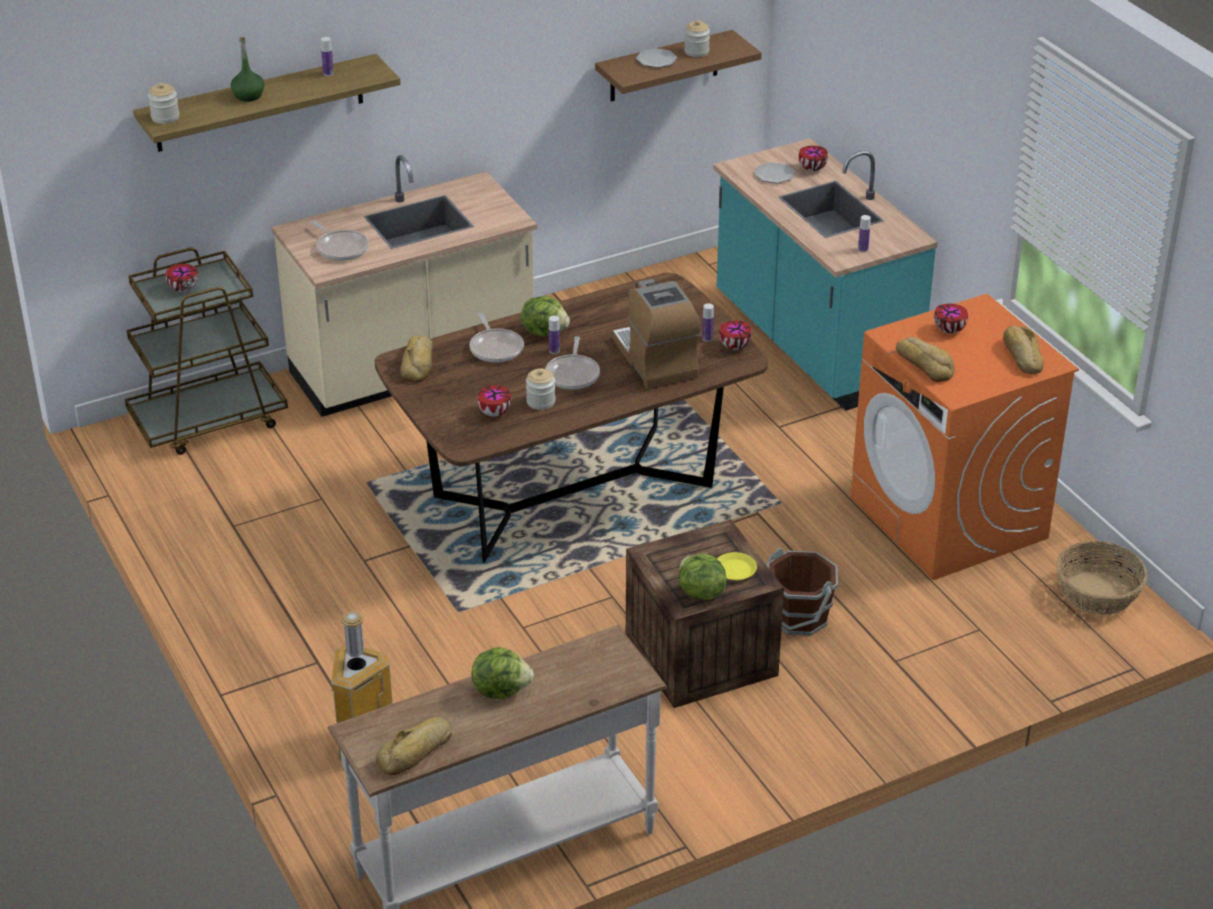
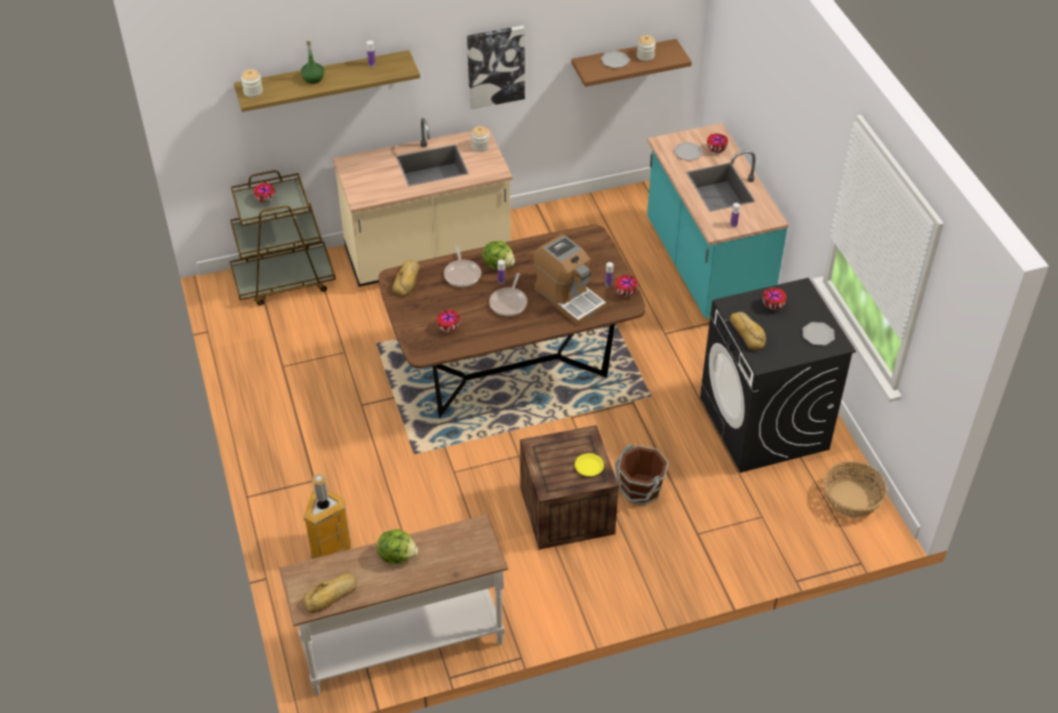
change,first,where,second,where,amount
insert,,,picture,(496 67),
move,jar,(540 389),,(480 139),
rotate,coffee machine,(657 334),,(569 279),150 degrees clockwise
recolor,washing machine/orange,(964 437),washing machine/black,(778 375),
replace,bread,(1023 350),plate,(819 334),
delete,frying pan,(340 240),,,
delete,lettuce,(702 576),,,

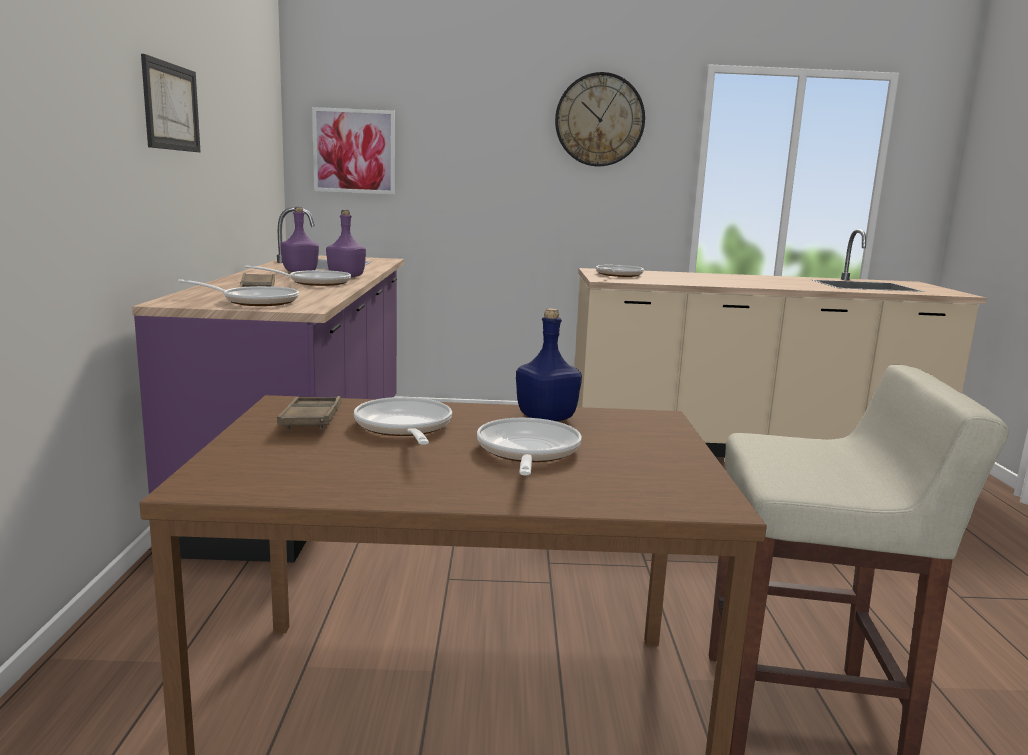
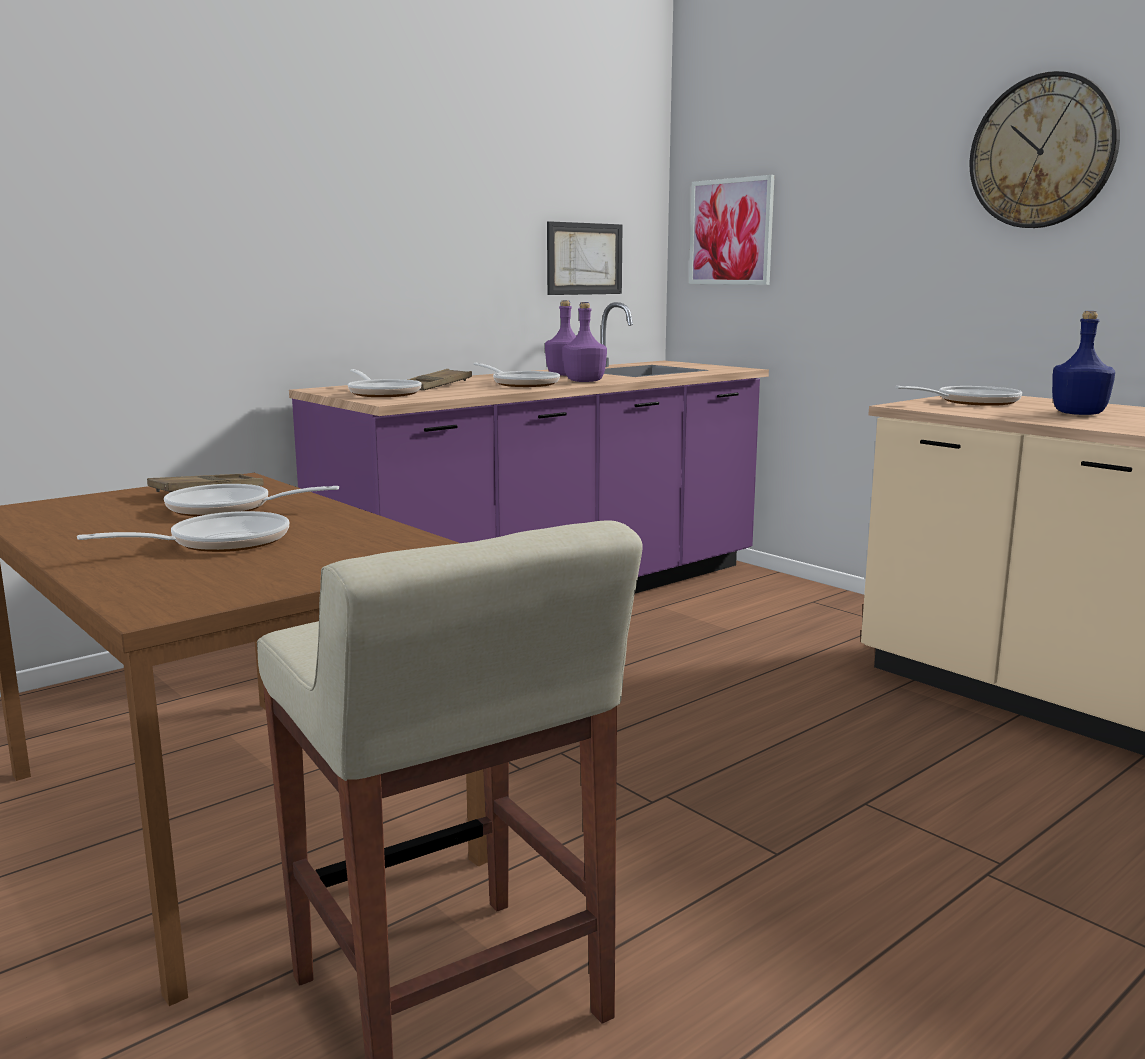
change,first,where,second,where,amount
rotate,frying pan,(403 421),,(251 500),120 degrees counterclockwise
move,picture,(170 103),,(584 258),
move,bottle/blue,(549 364),,(1083 363),

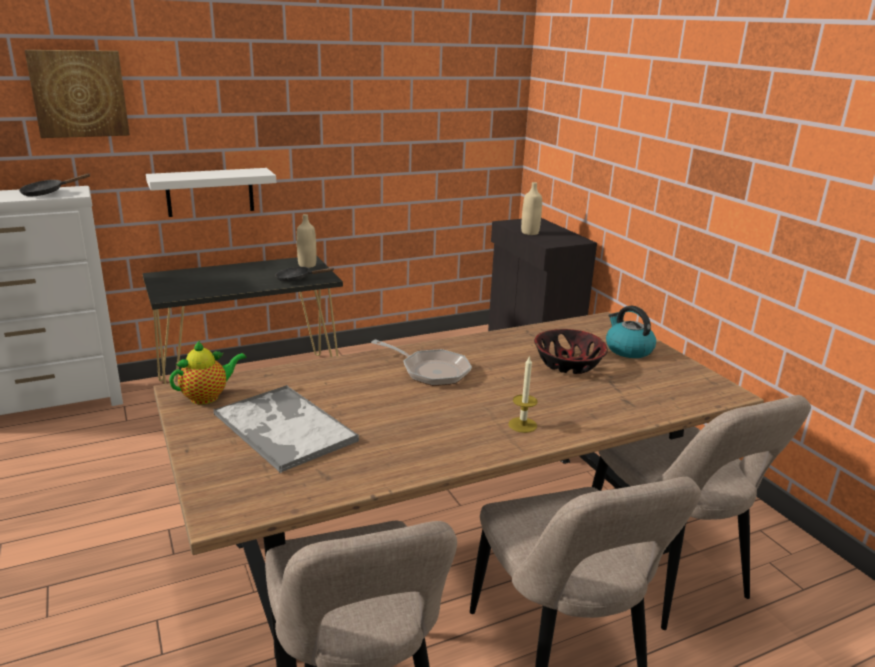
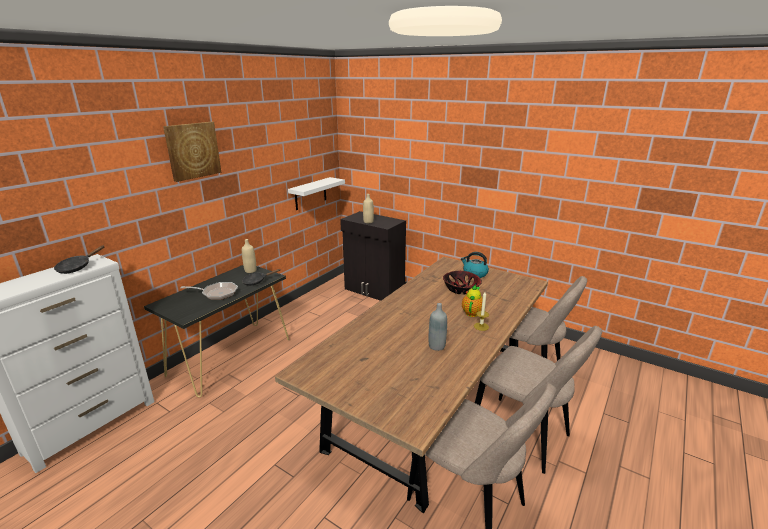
change,first,where,second,where,amount
move,picture,(77 94),,(192 152),
move,frying pan,(421 363),,(209 291),
move,shelf/white,(211 192),,(316 193),
insert,,,bottle/grey,(438 327),
move,teapot,(208 373),,(472 301),
delete,tray,(286 429),,,

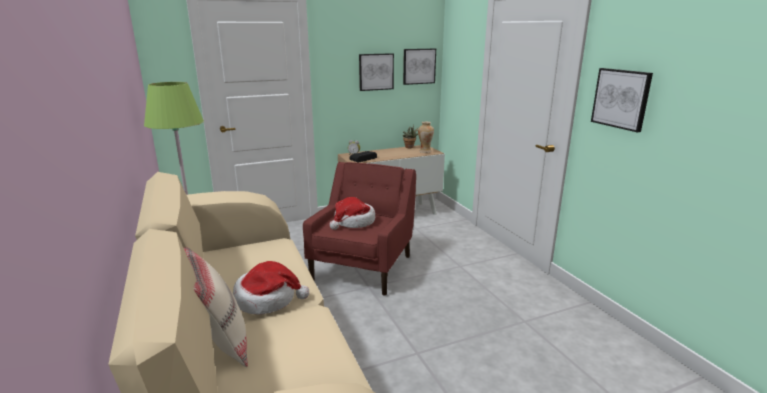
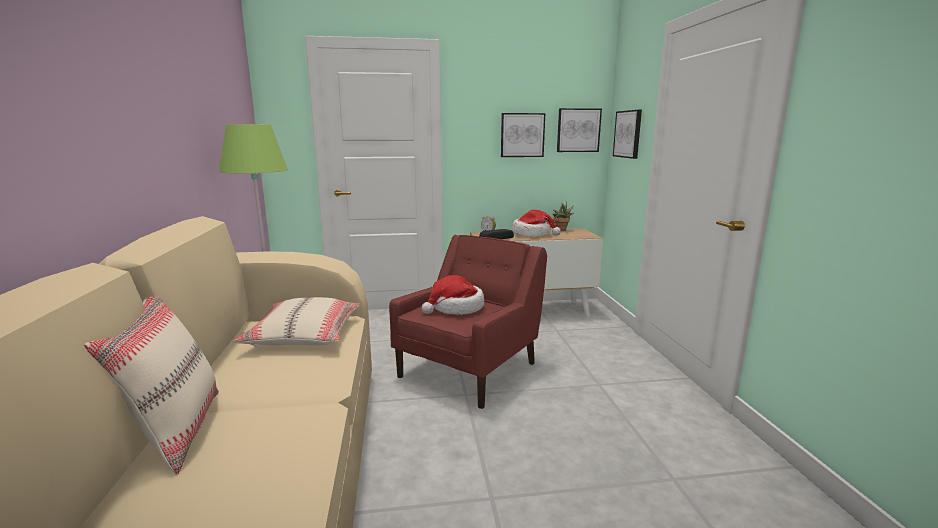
change,first,where,second,where,amount
insert,,,pillow/beige,(297 322),
move,hat,(271 288),,(536 223),
move,picture,(622 100),,(627 134),
delete,vase,(426 137),,,

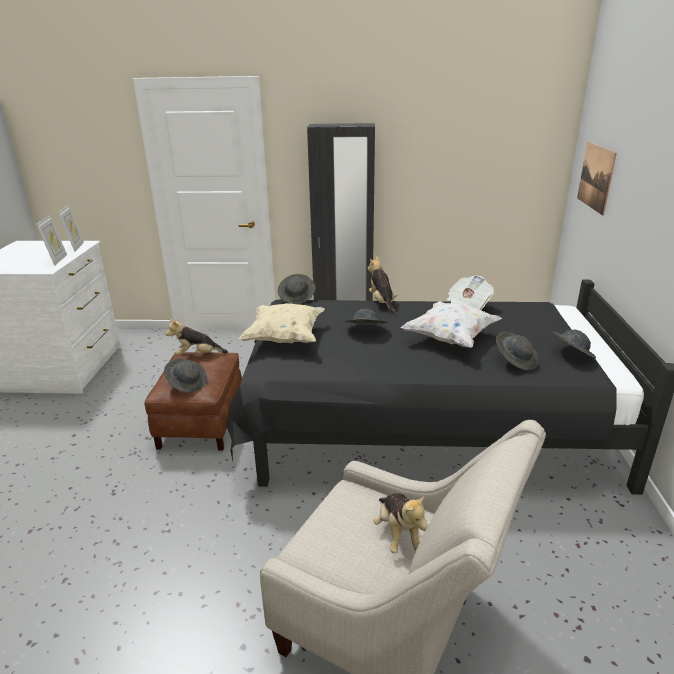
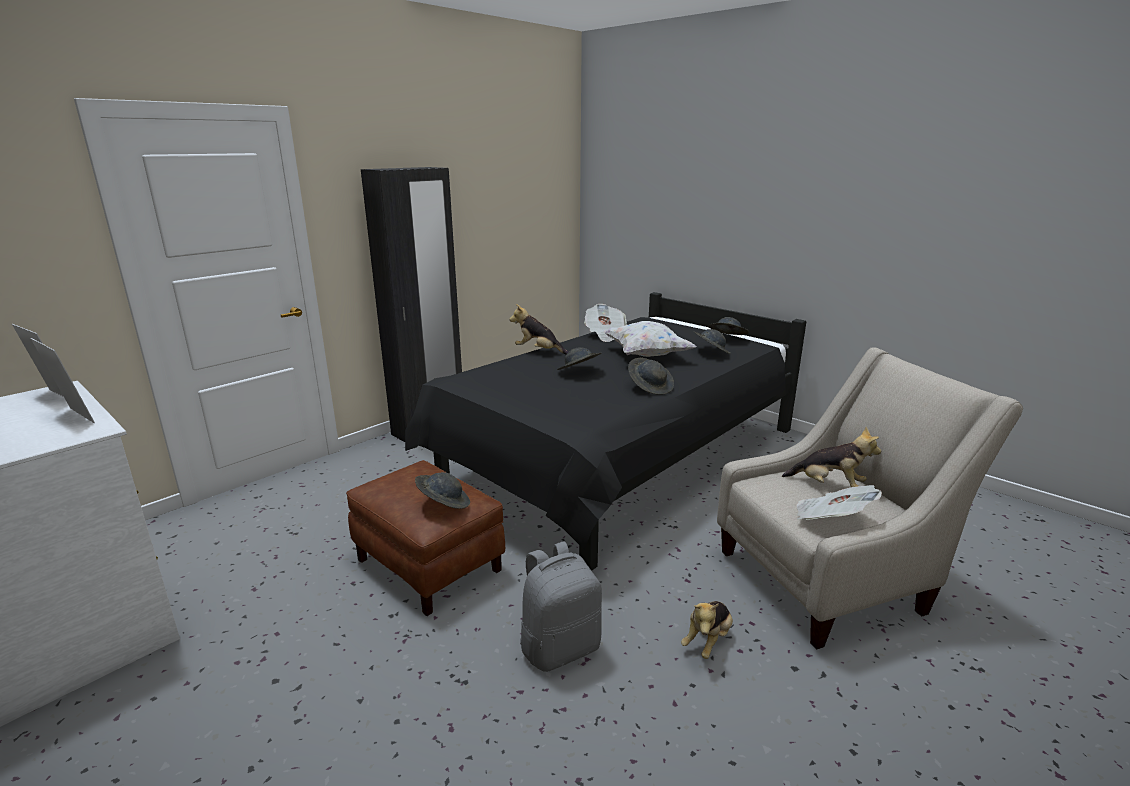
change,first,where,second,where,amount
insert,,,backpack/grey,(561 606),
move,hat/grey,(296 289),,(651 376),
move,plush toy,(197 337),,(707 630),
insert,,,newspaper,(839 502),
delete,pillow/beige,(281 323),,,
delete,picture,(597 179),,,

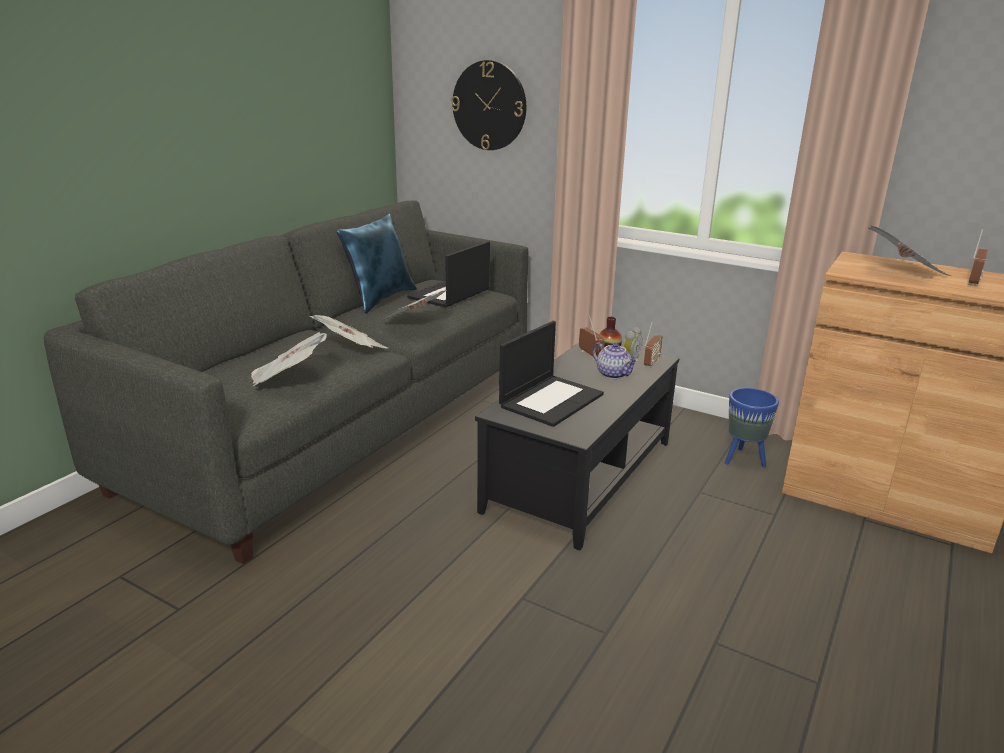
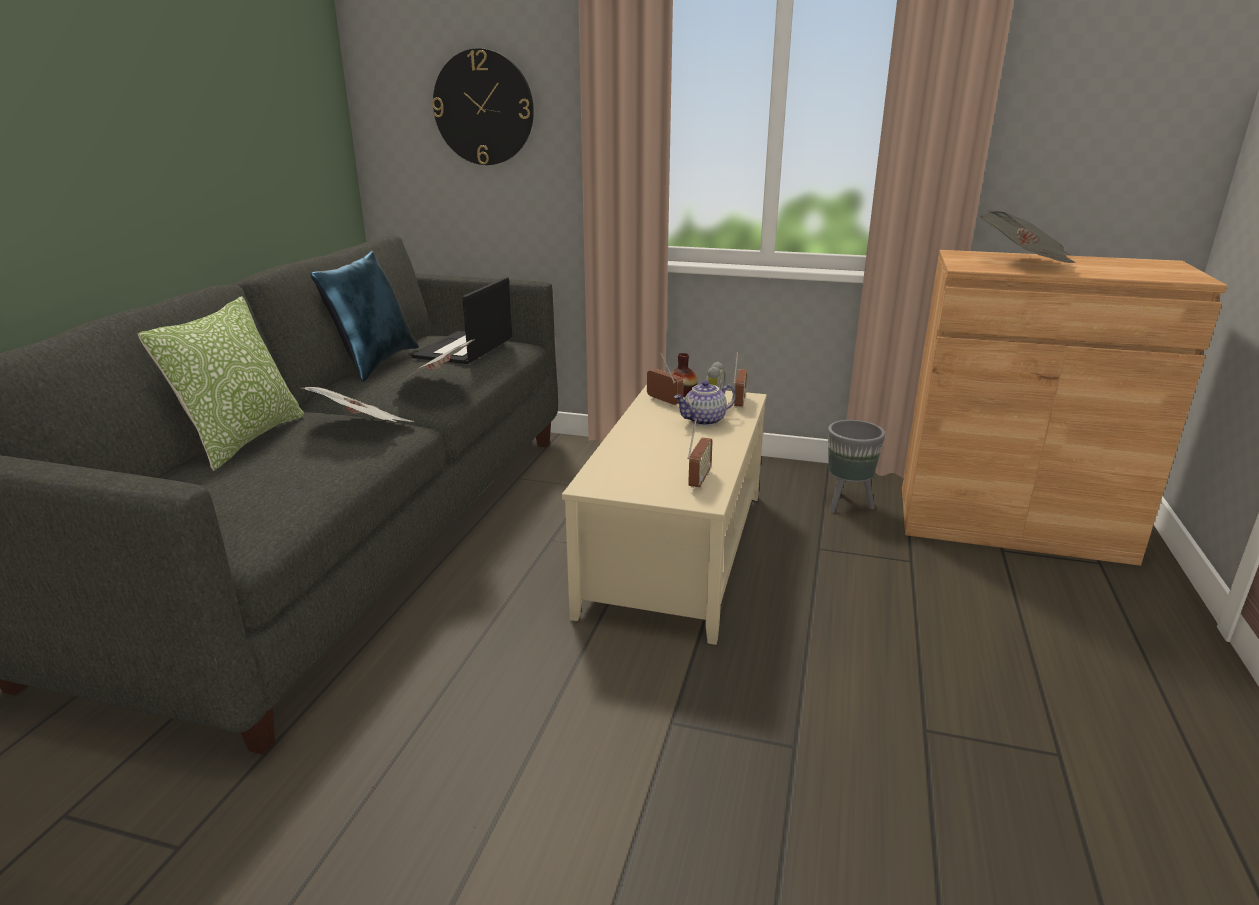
change,first,where,second,where,amount
insert,,,pillow,(221 383),
recolor,coffee table/black,(577 447),coffee table/beige,(664 514),
rotate,teapot,(615 361),,(705 403),120 degrees clockwise
move,radio,(978 257),,(700 454),
recolor,planter/blue,(752 427),planter/grey,(856 466),
delete,newspaper,(289 359),,,
delete,laptop,(551 374),,,

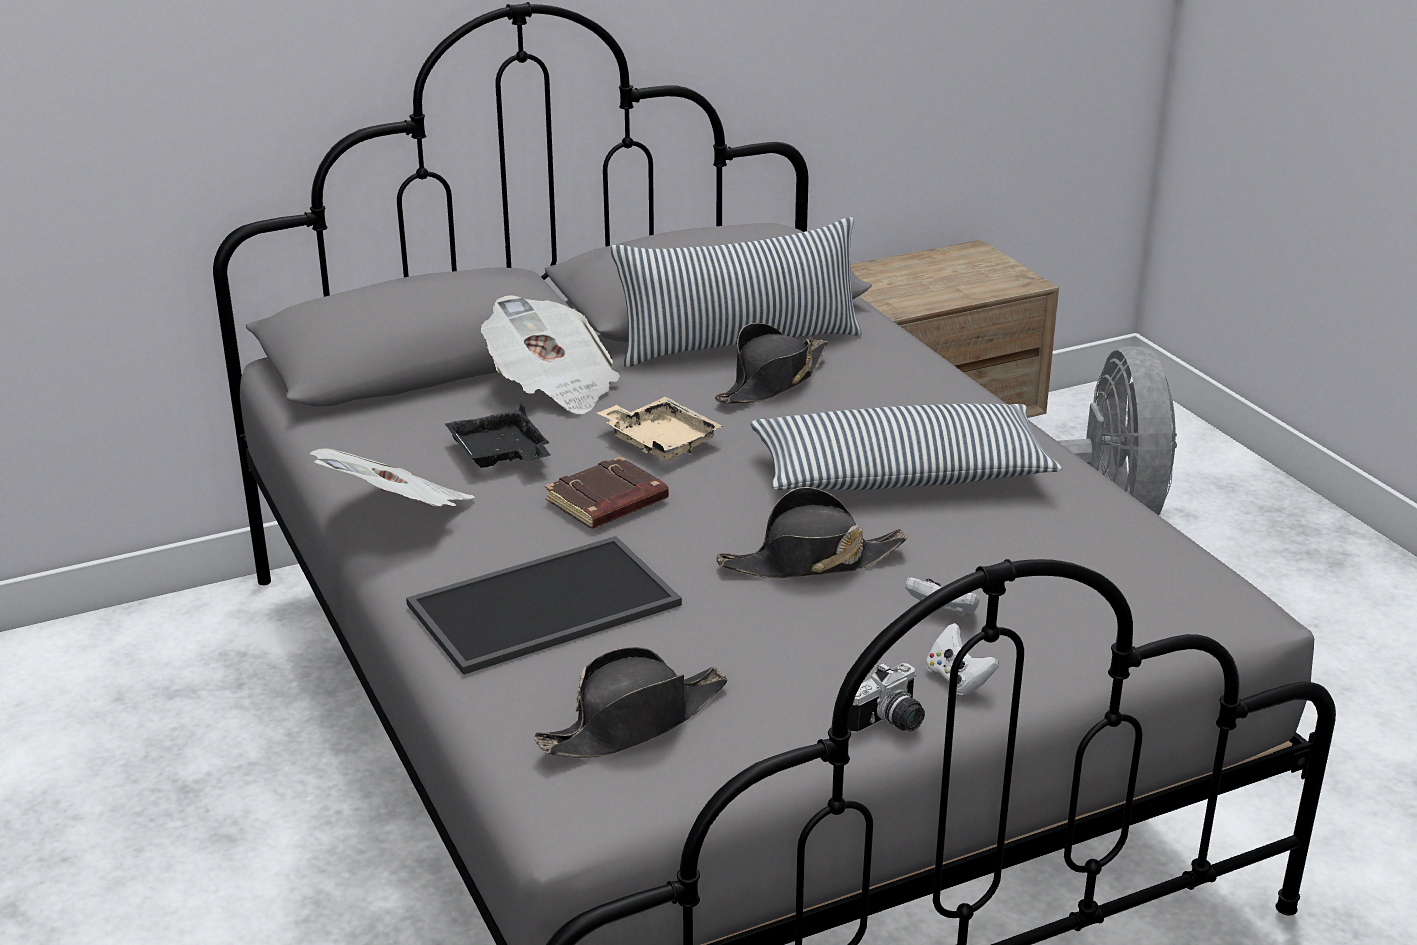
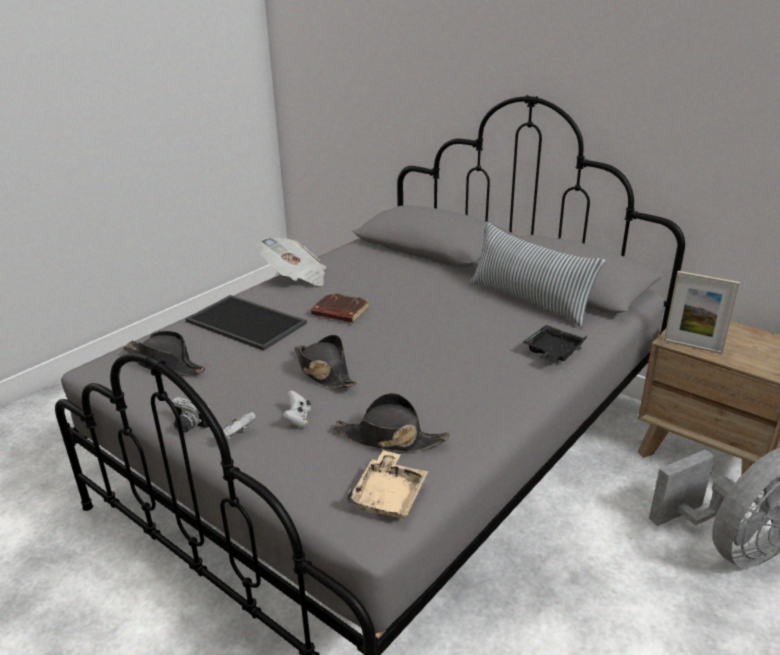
change,first,where,second,where,amount
move,hat/black,(771 363),,(391 422),
move,tray/beige,(660 429),,(387 484),
move,tray/black,(497 435),,(554 343),
insert,,,picture frame,(702 312),
delete,newspaper,(550 354),,,
delete,pillow,(906 447),,,

